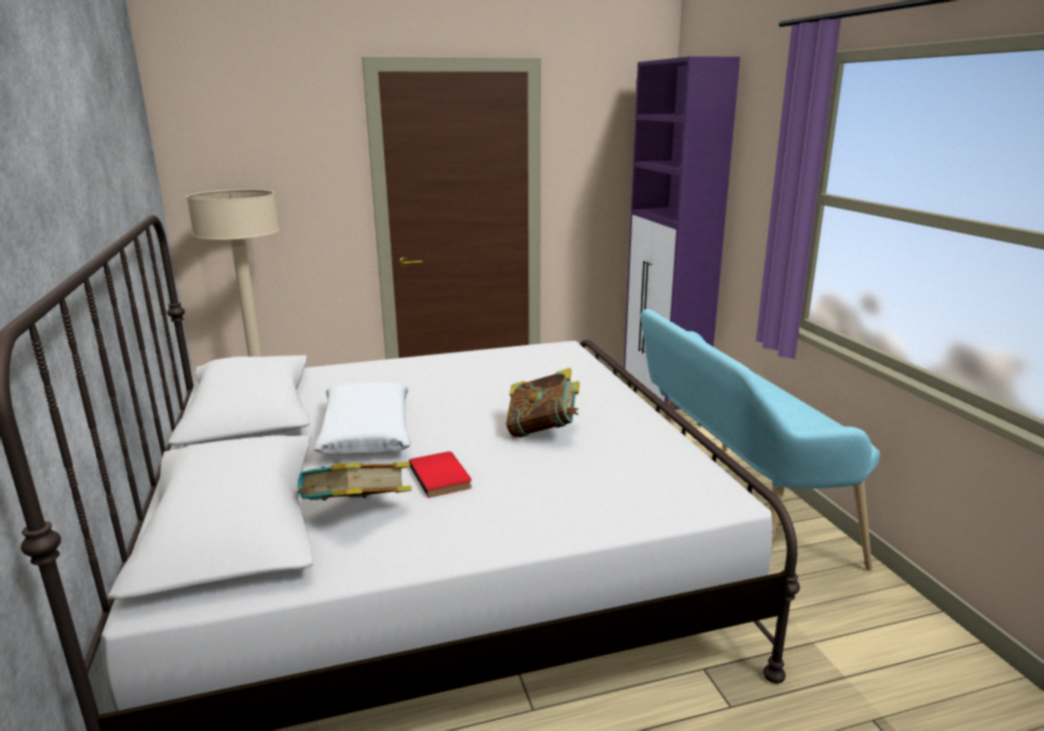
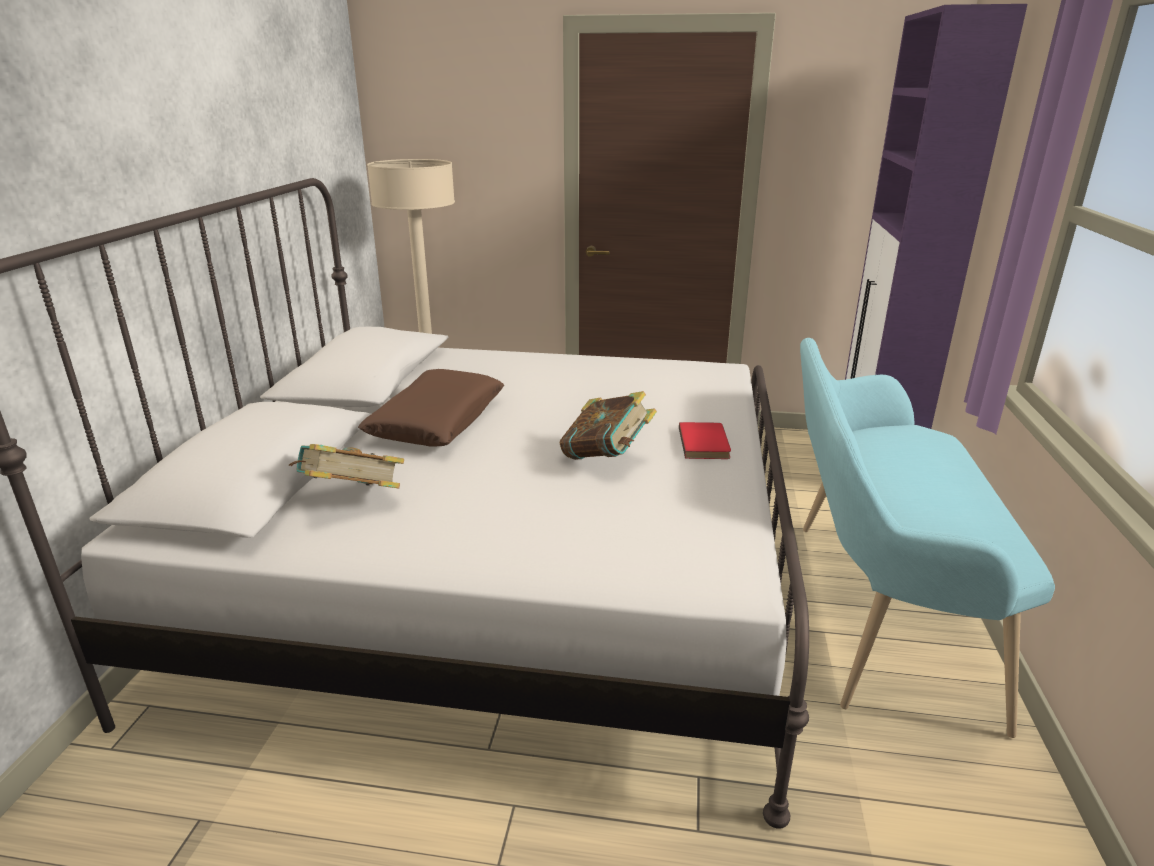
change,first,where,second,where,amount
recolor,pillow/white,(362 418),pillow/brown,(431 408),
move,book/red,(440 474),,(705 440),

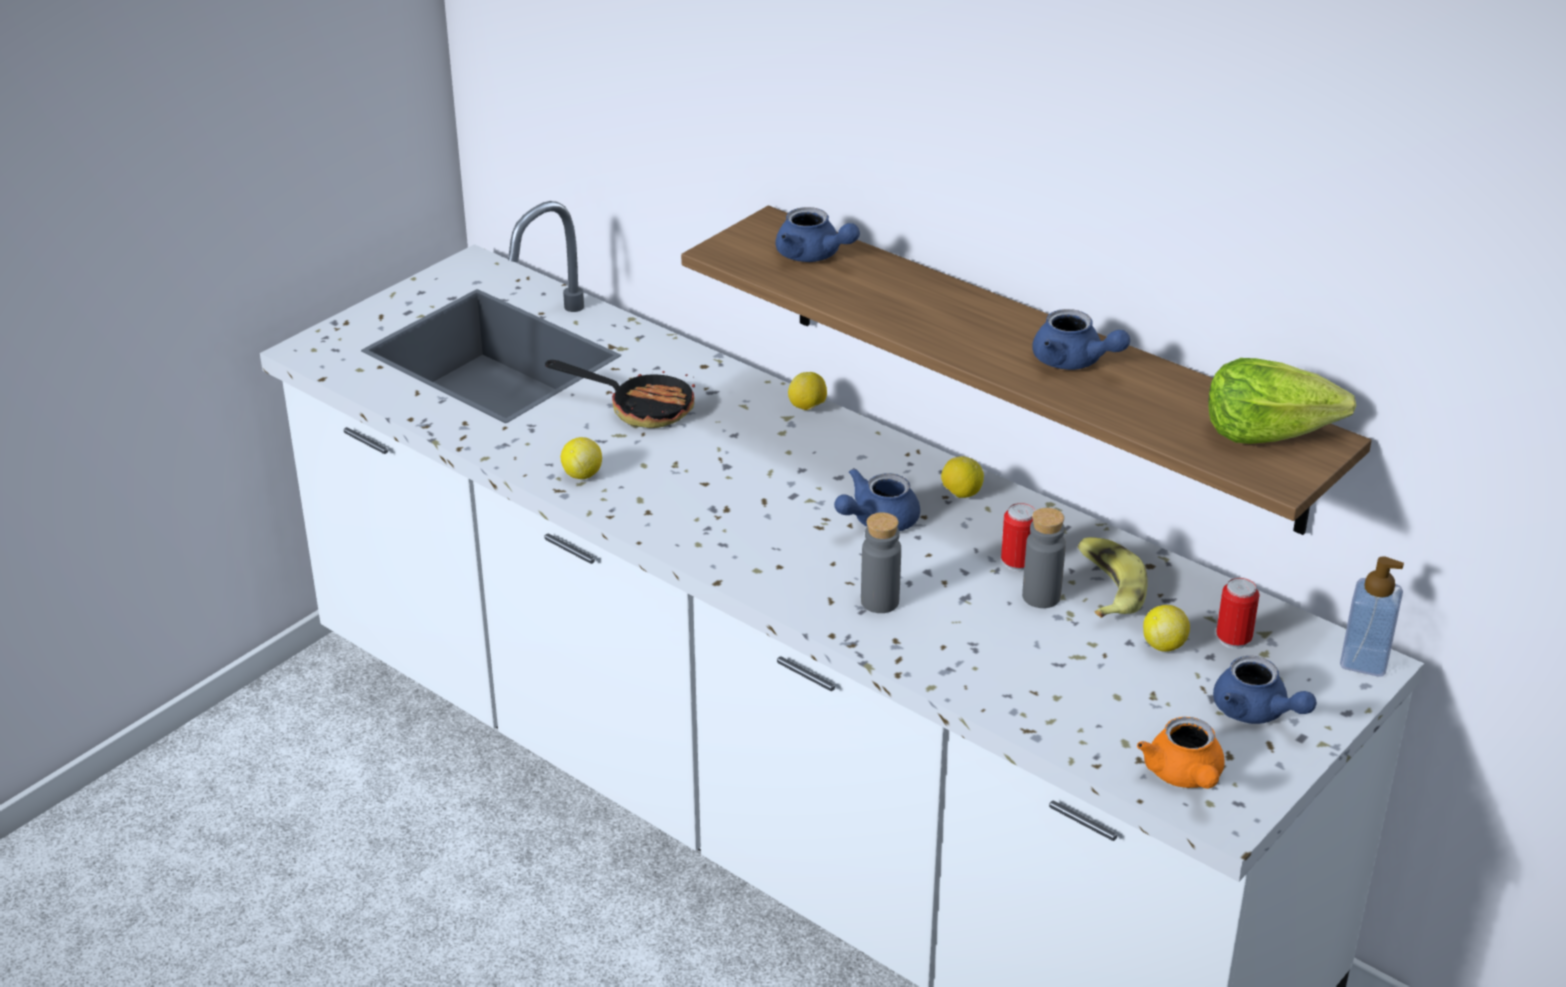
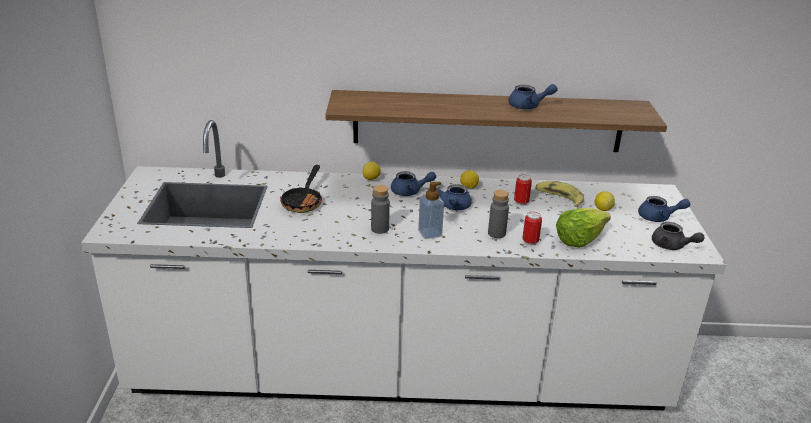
change,first,where,second,where,amount
rotate,frying pan,(620 394),,(301 189),120 degrees clockwise
move,bottle/grey,(1044 558),,(380 209),
move,teapot/blue,(818 234),,(413 183),
move,soap dispenser,(1372 616),,(431 210),
move,can,(1237 613),,(532 229),
move,lettuce,(1282 401),,(583 228),
recolor,teapot/orange,(1181 753),teapot/grey,(678 236),
delete,lemon,(581 458),,,

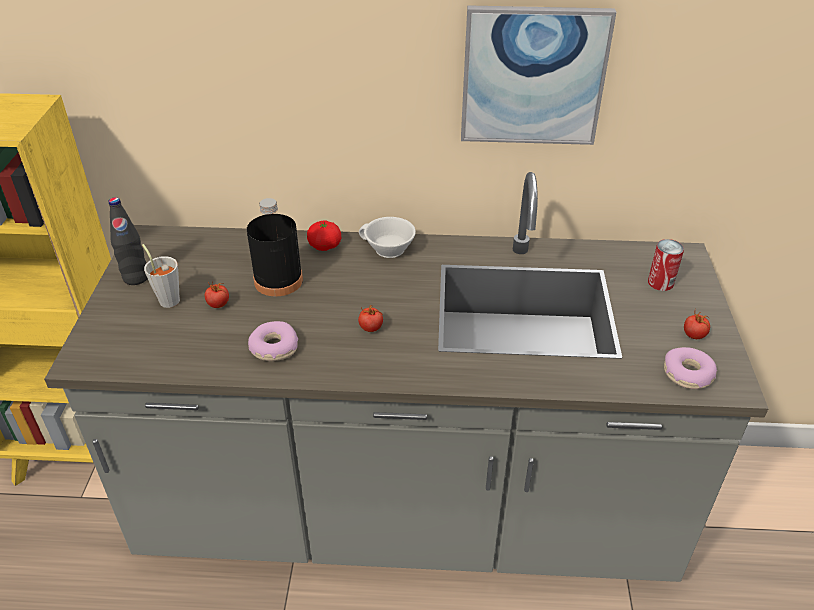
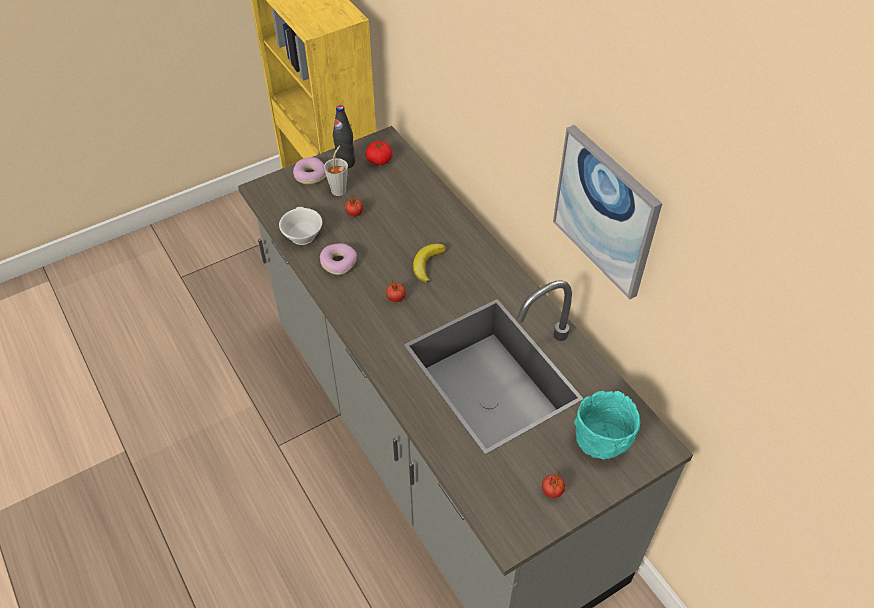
change,first,where,second,where,amount
move,cup/white,(387 237),,(300 226),
move,donut,(690 368),,(309 170),
move,tomato,(324 235),,(379 153),
insert,,,banana,(429 263),
replace,can,(666 265),bowl/turquoise,(607 425),
delete,bottle/black,(275 247),,,

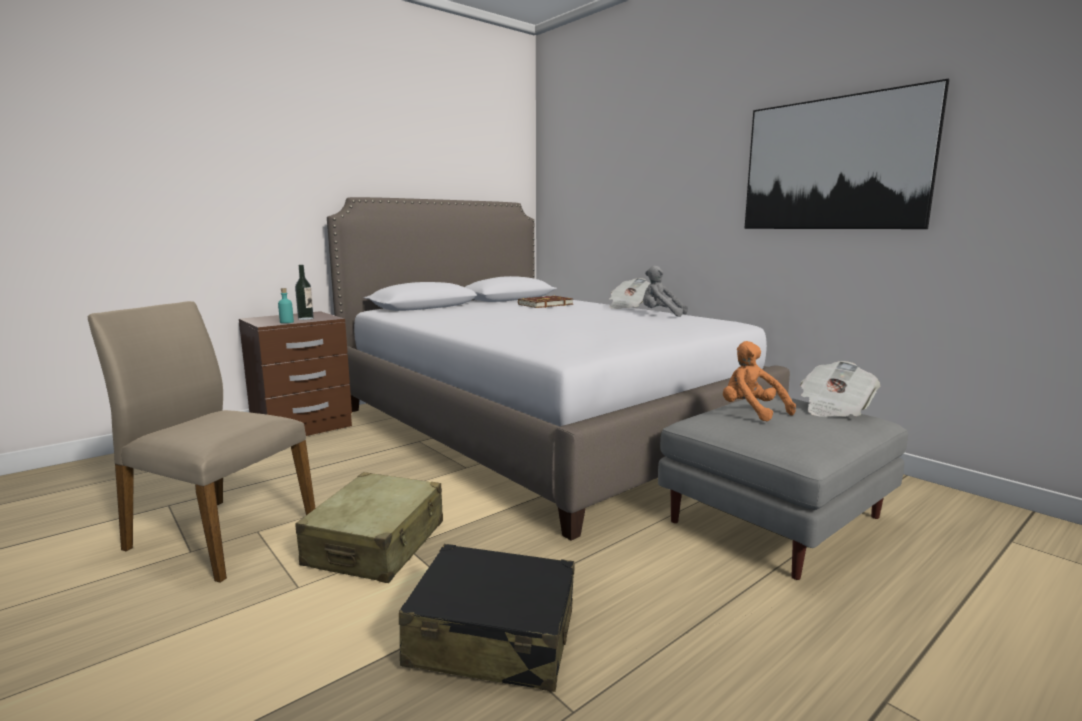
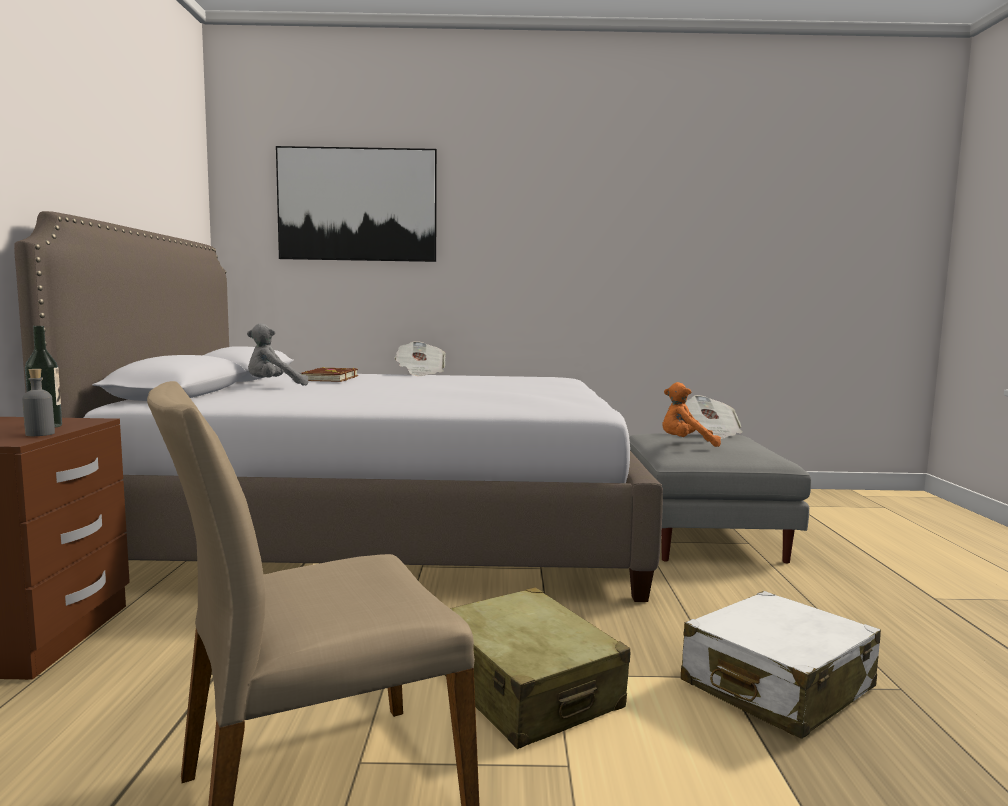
change,first,where,second,where,amount
recolor,bottle/turquoise,(286 305),bottle/grey,(38 402),
move,plush toy/grey,(665 291),,(278 354),
move,picture,(846 154),,(356 204),
recolor,suitcase/black,(487 618),suitcase/white,(781 665),

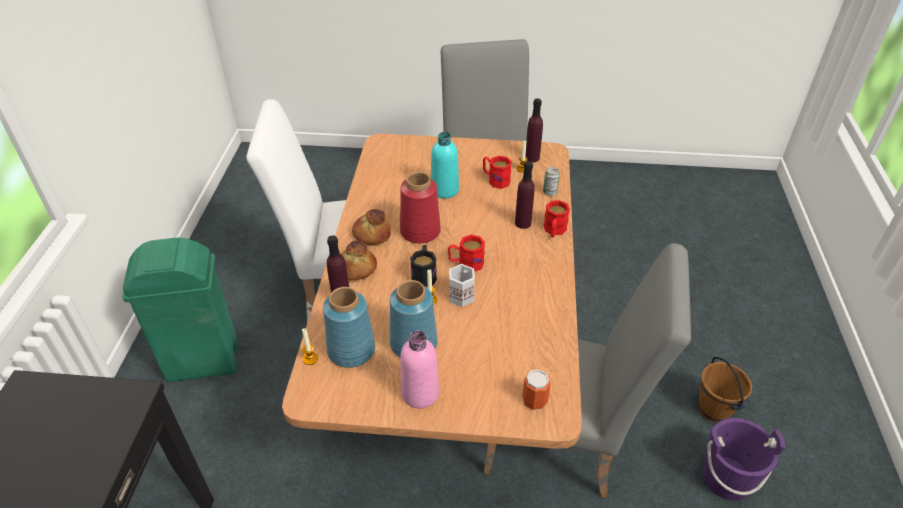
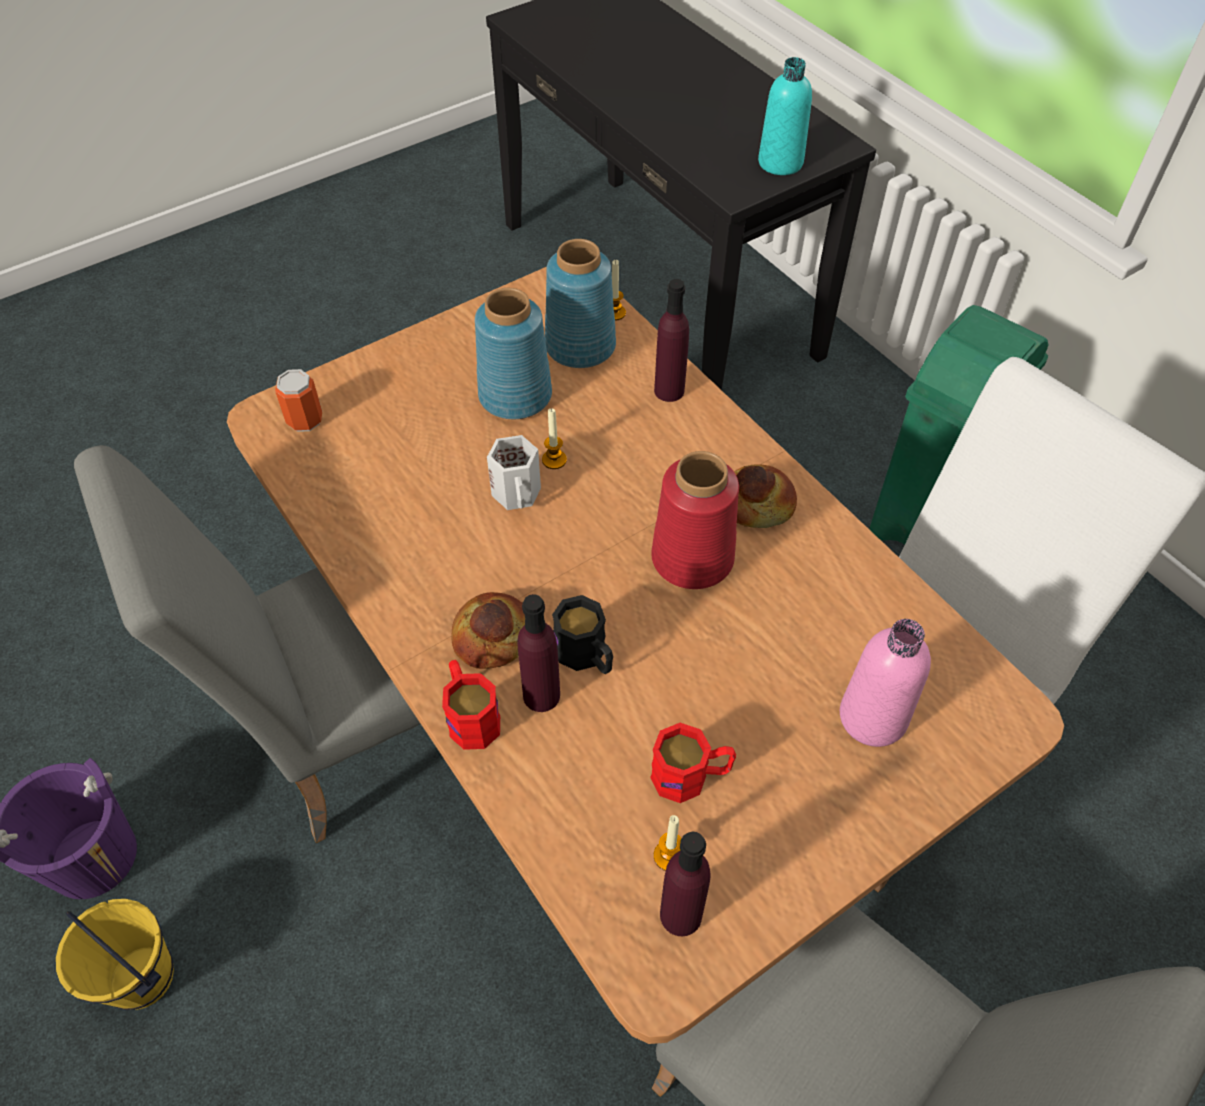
change,first,where,second,where,amount
recolor,bucket/brown,(725 390),bucket/yellow,(115 954),
move,bread,(359 260),,(488 630),
move,mug/black,(423 266),,(582 634),
move,bottle/turquoise,(445 165),,(785 116),
move,bottle/pink,(419 369),,(885 683),
delete,mug/red,(466 253),,,
delete,can,(551 181),,,

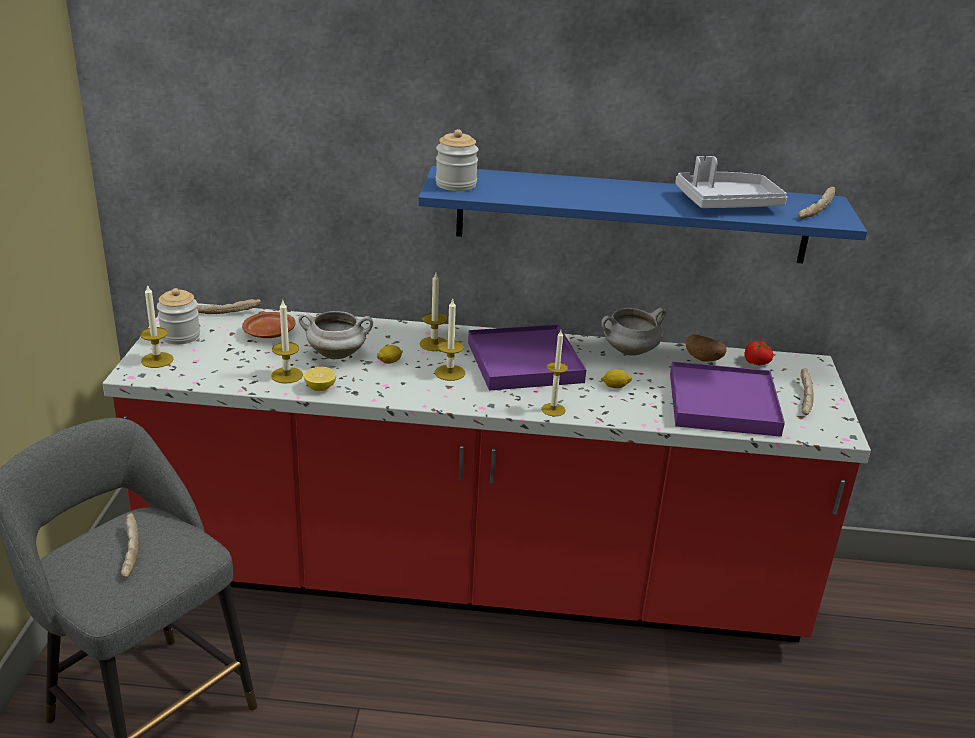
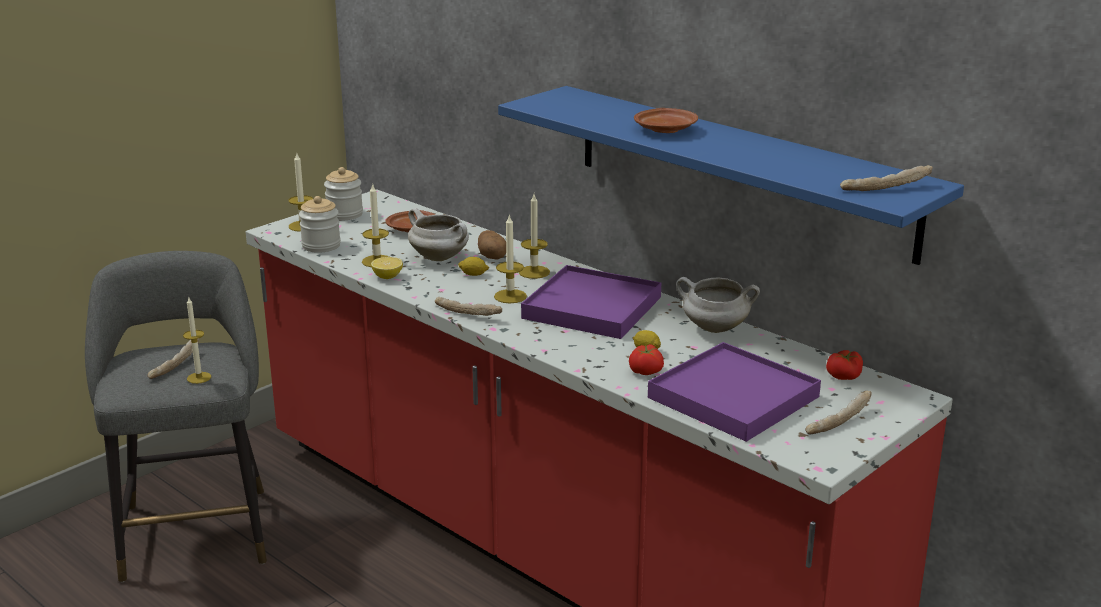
change,first,where,second,where,amount
move,candle,(554 373),,(197 340),
move,jar,(457 160),,(320 224),
move,bread,(228 306),,(468 306),
move,potato,(706 348),,(492 245),
insert,,,tomato,(646 359),
insert,,,plate/brown,(666 120),
delete,tray/grey,(731 182),,,

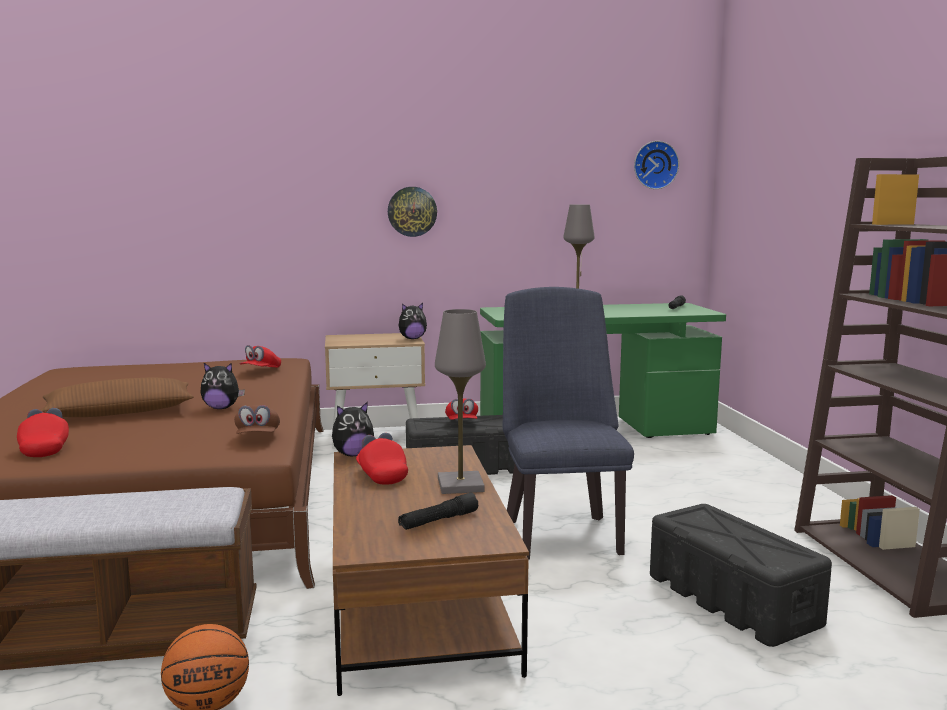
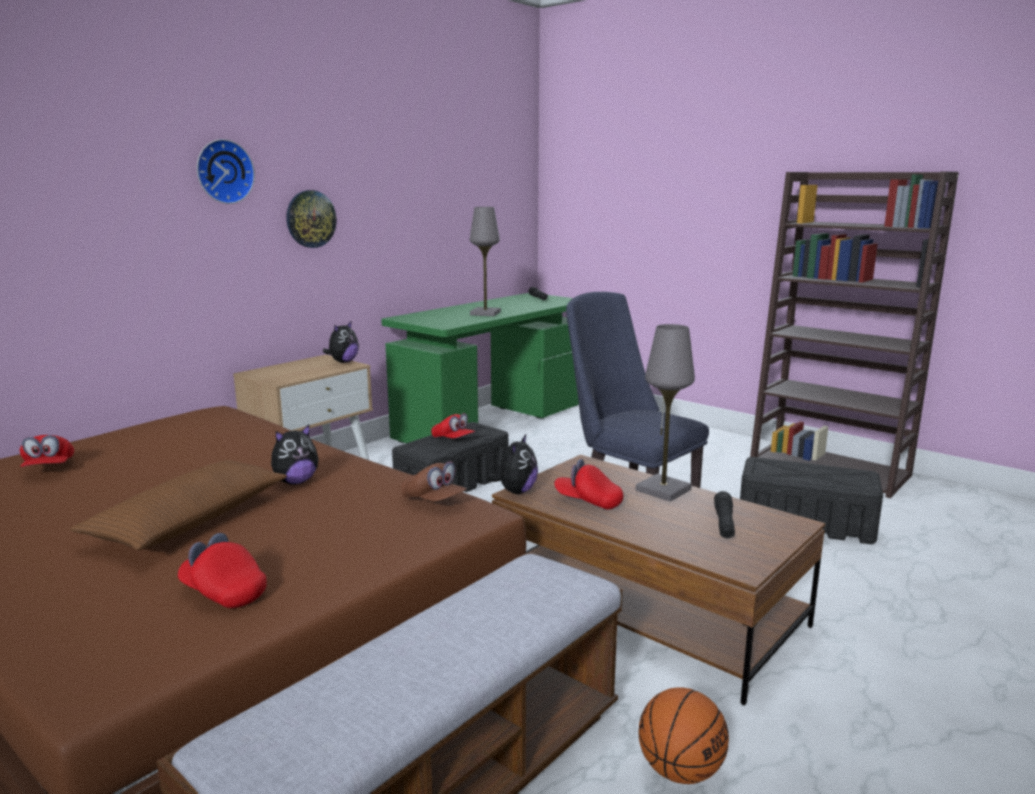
change,first,where,second,where,amount
move,cap/red,(260 356),,(47 451),
move,wall clock,(656 165),,(226 171),

